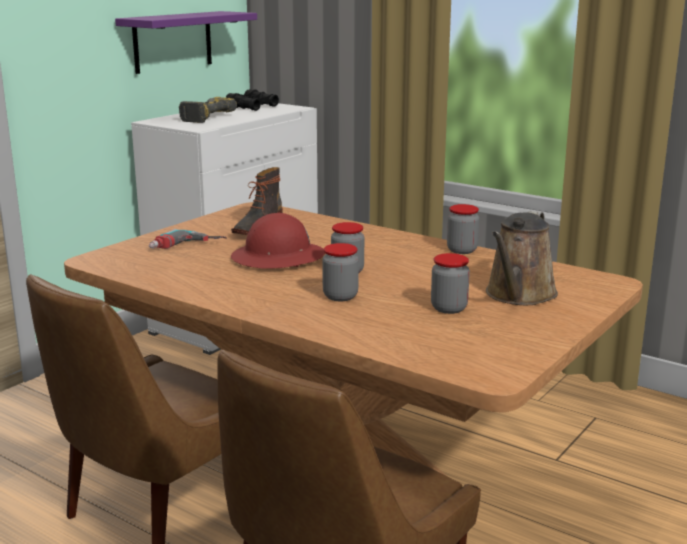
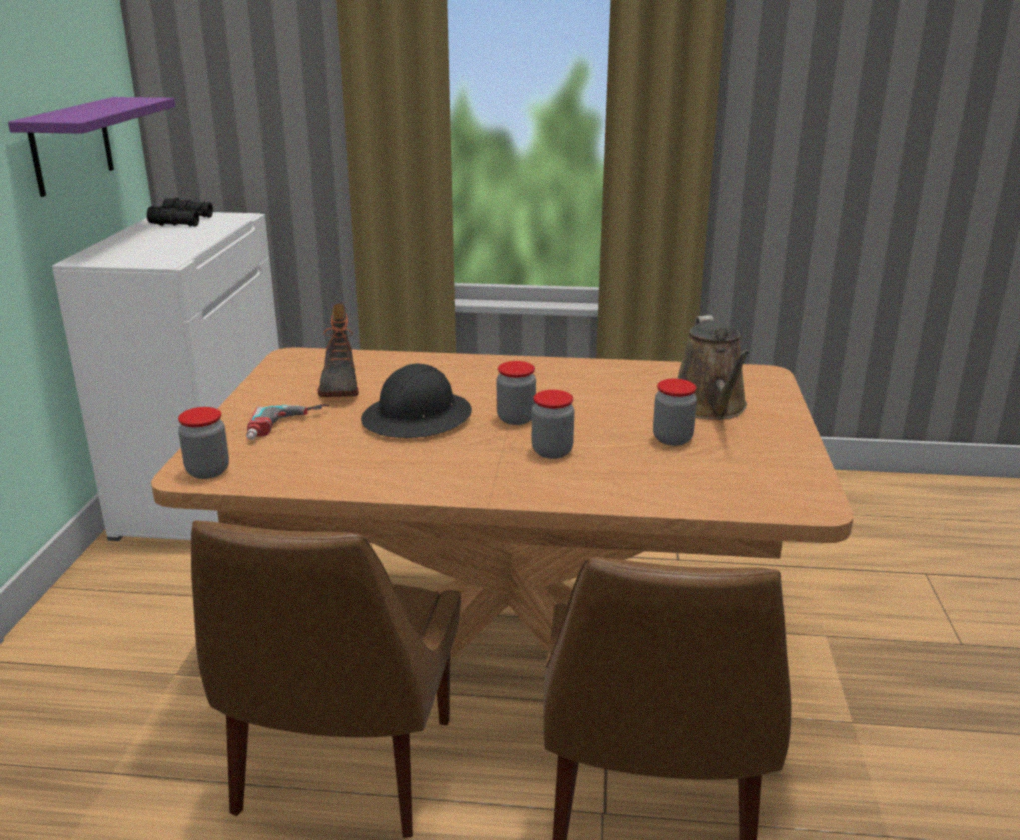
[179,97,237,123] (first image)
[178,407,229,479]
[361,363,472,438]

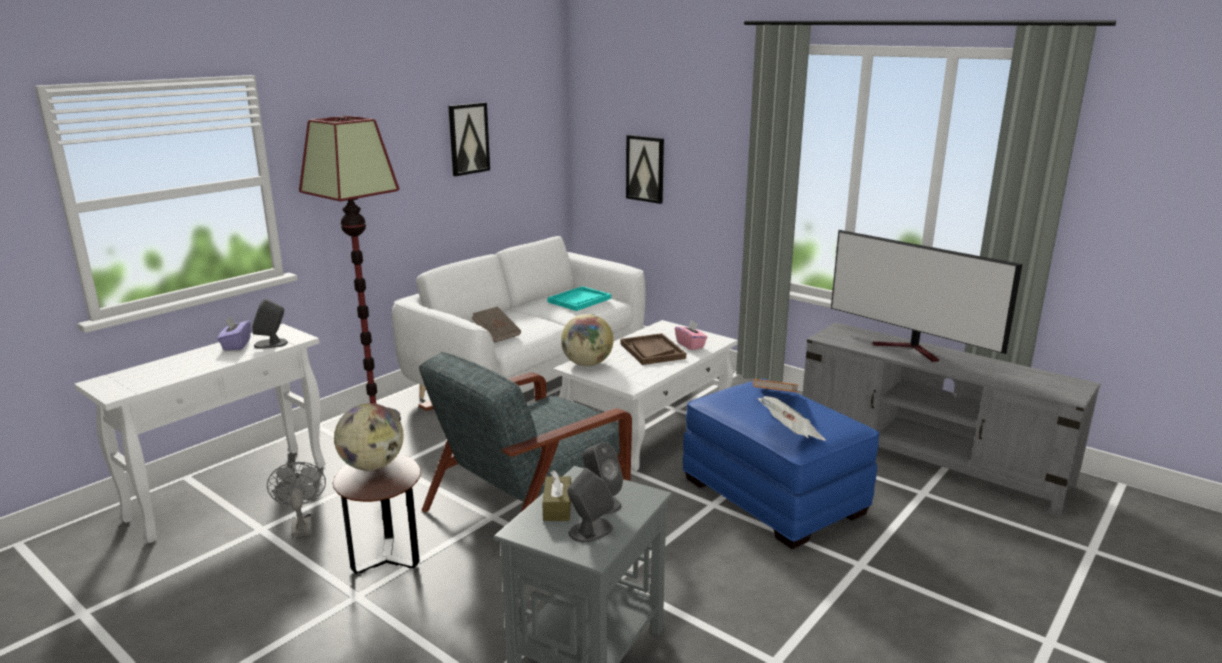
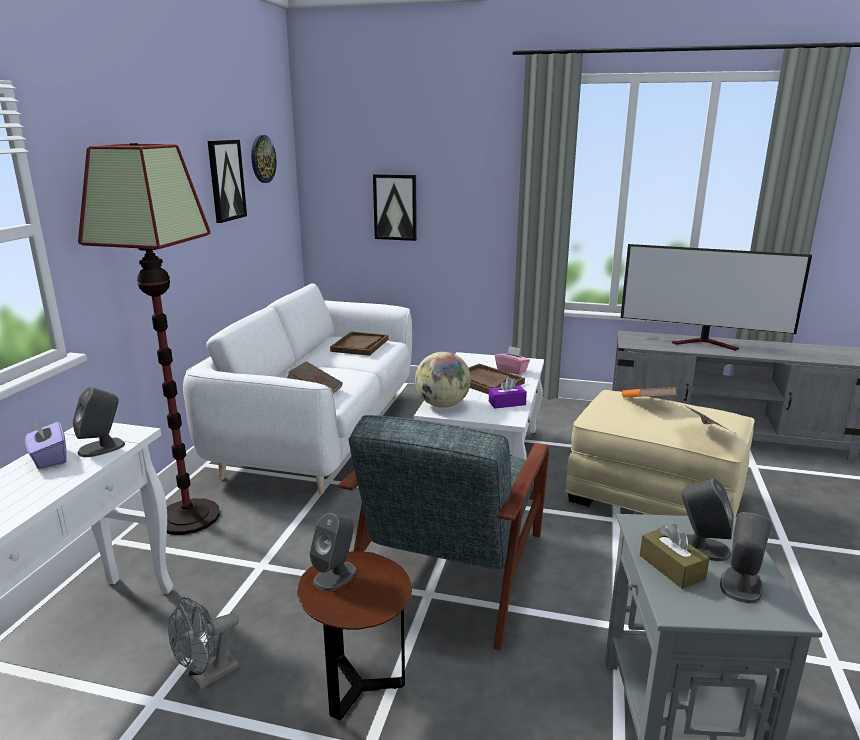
[330,331,388,356]
[566,390,755,517]
[310,513,357,591]
[168,597,239,690]
[251,135,276,183]
[489,377,527,408]

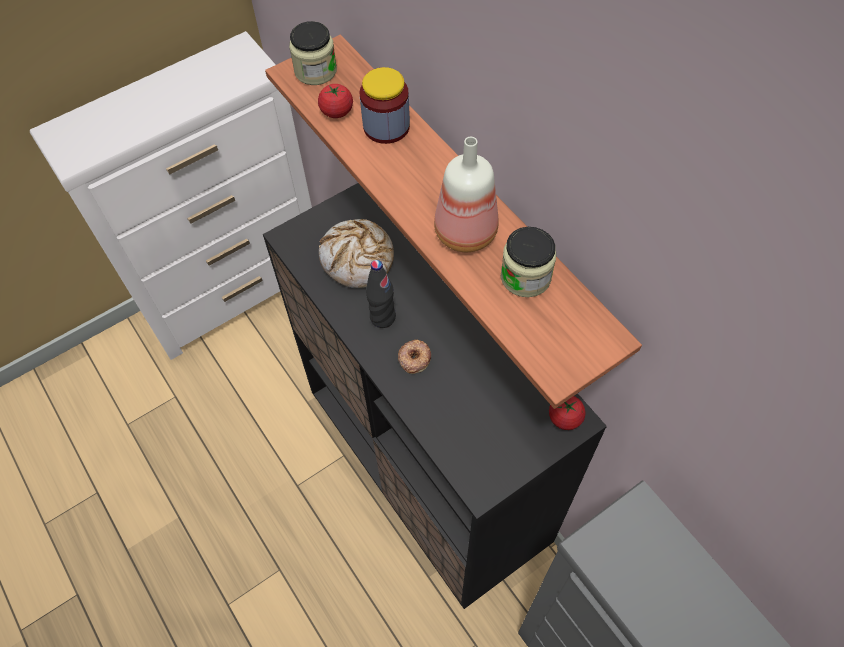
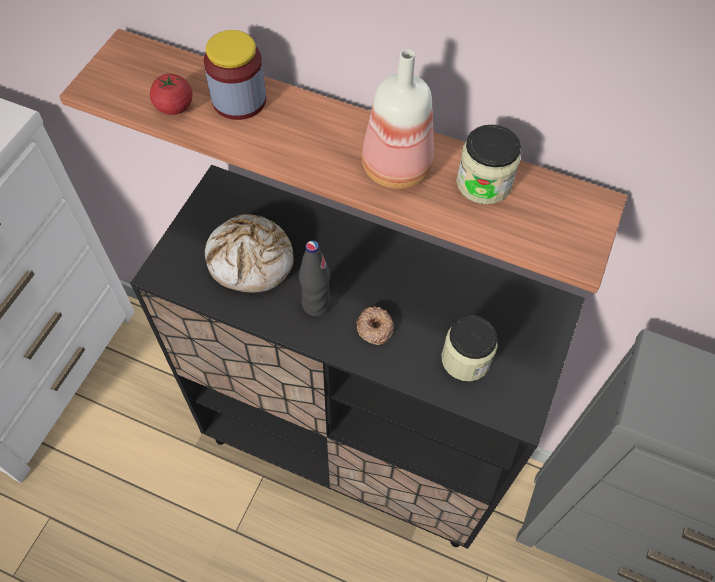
[442,315,498,381]
[549,396,586,430] (first image)

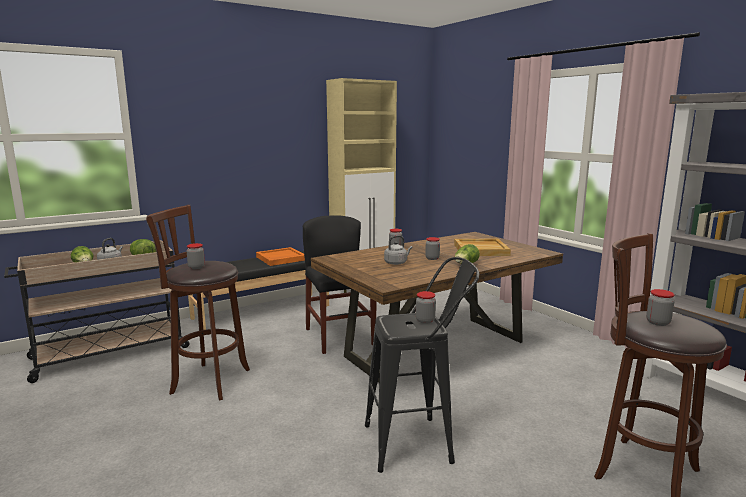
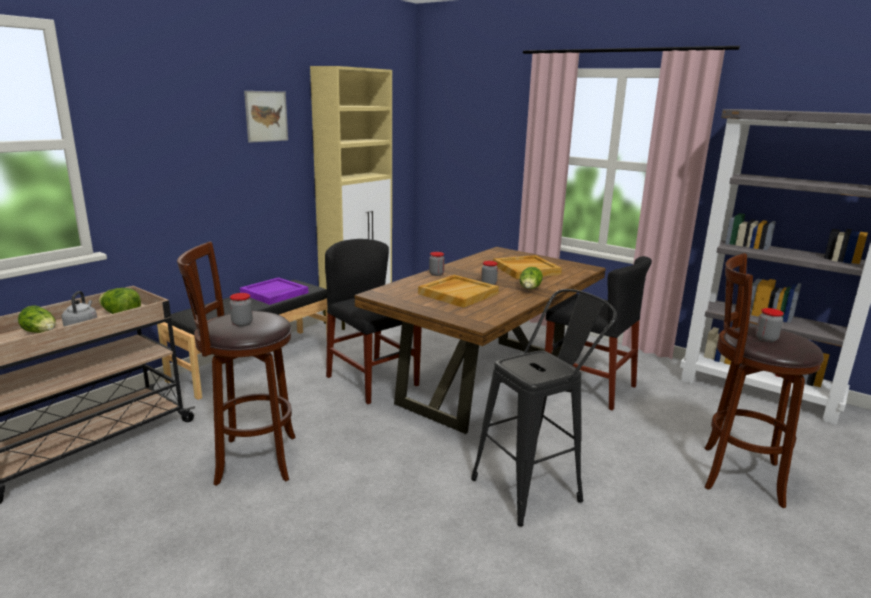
[418,275,499,308]
[240,277,308,305]
[416,291,436,324] (first image)
[244,91,288,143]
[545,256,652,411]

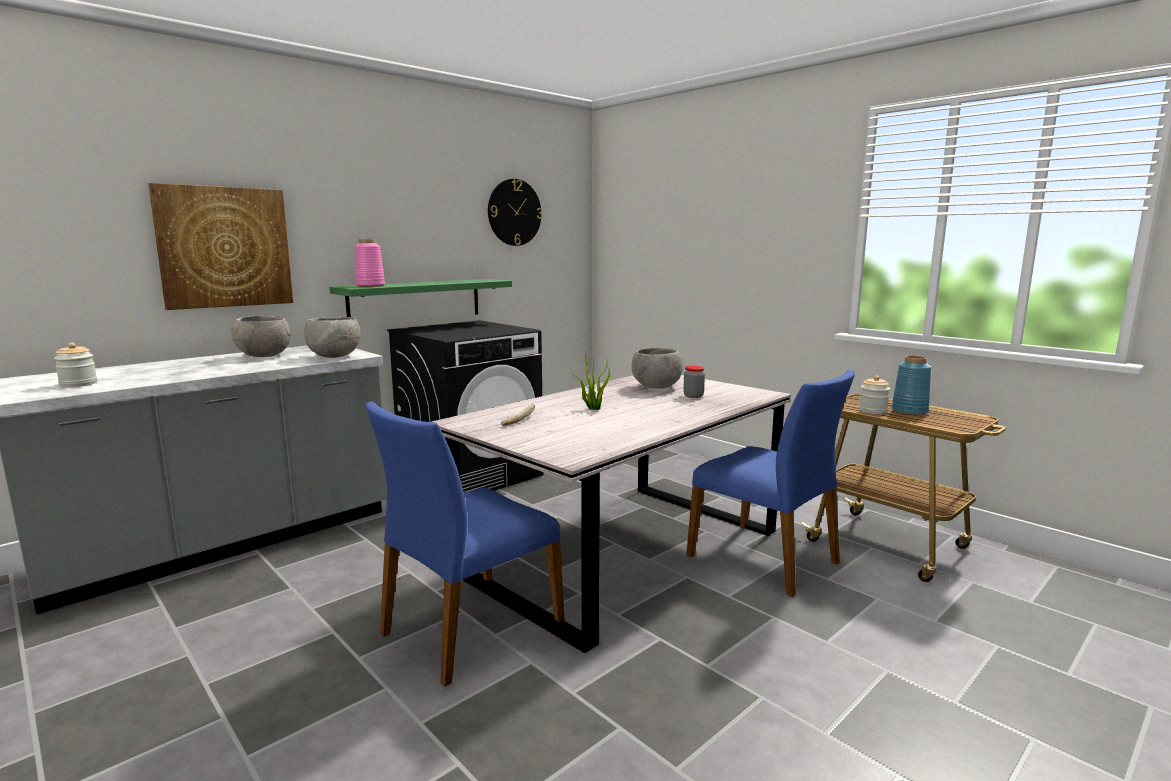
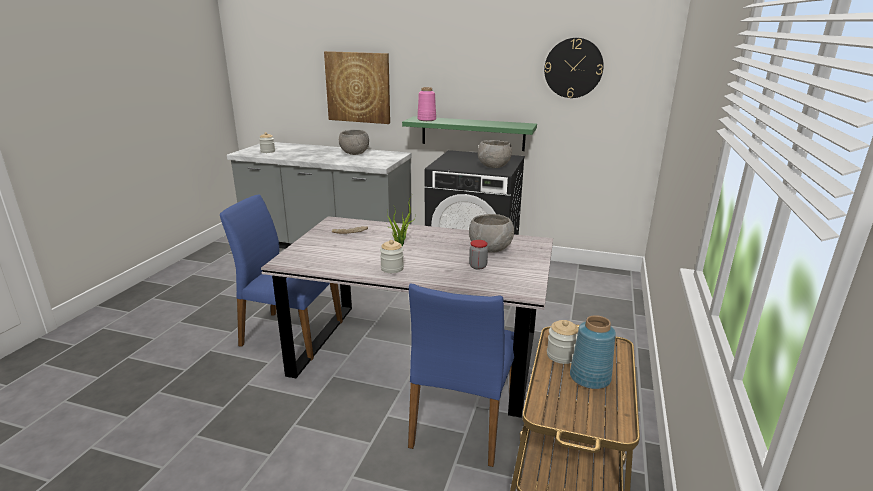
[478,140,512,168]
[380,240,404,273]

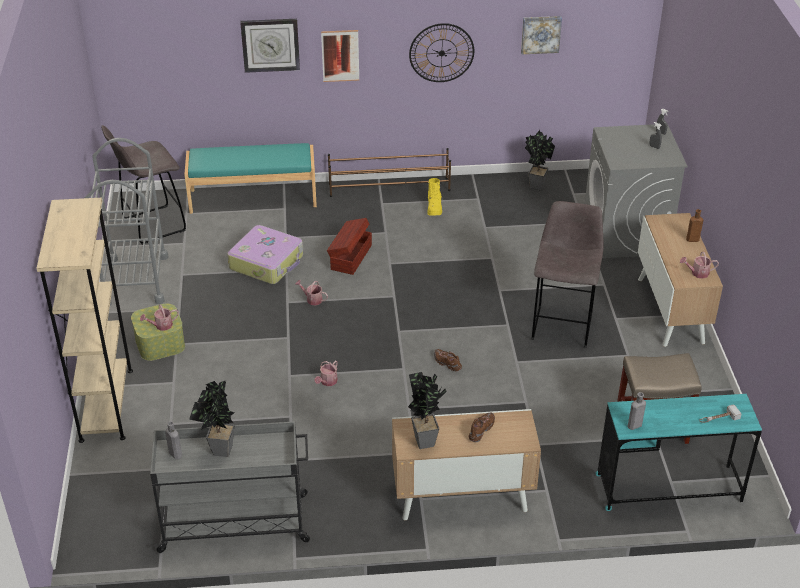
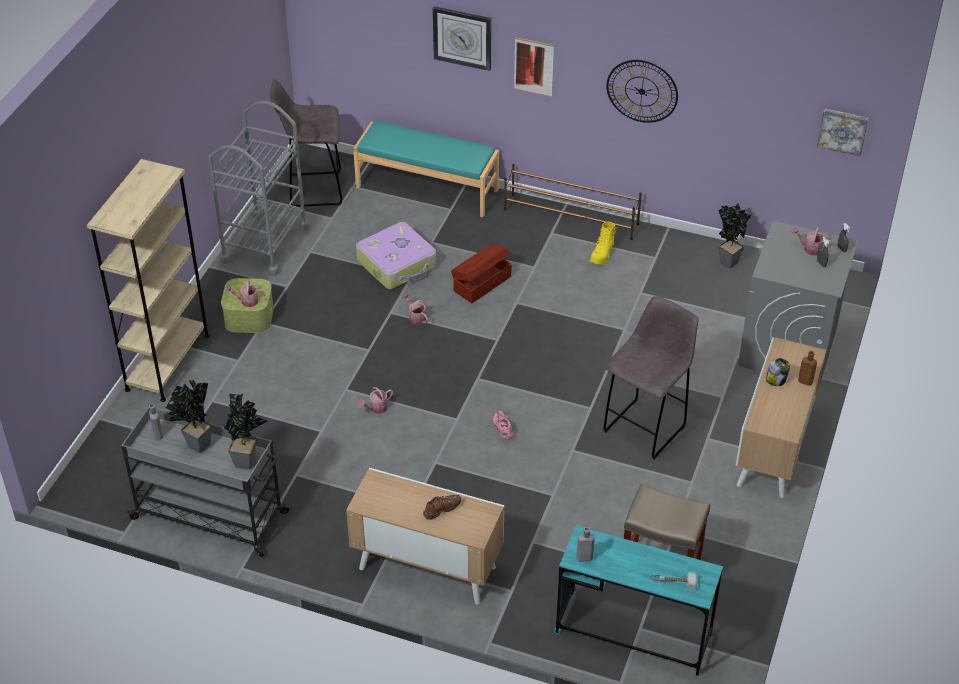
[817,108,869,156]
[792,228,833,255]
[493,410,513,440]
[223,394,268,469]
[766,358,790,386]

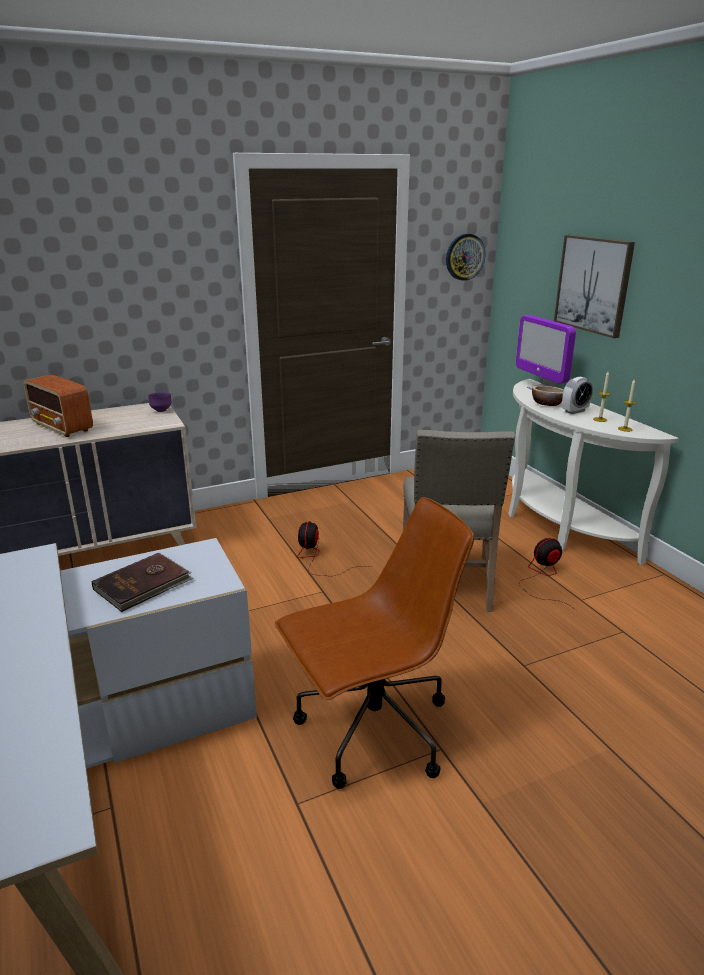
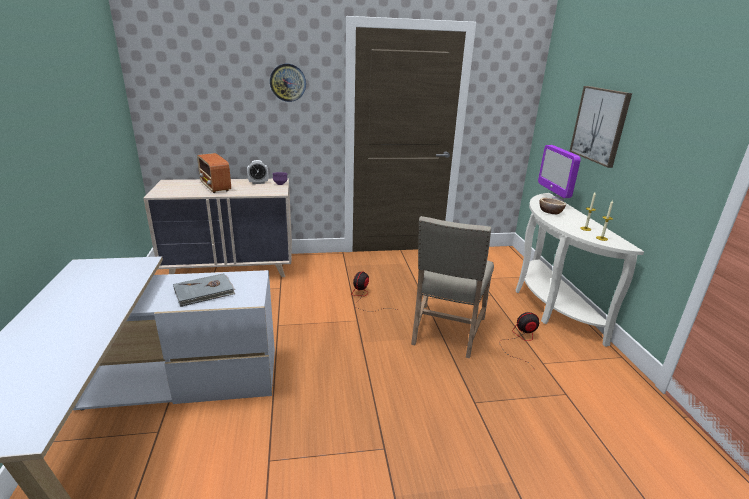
[270,64,306,102]
[247,160,269,184]
[275,497,474,789] (first image)
[173,273,235,307]

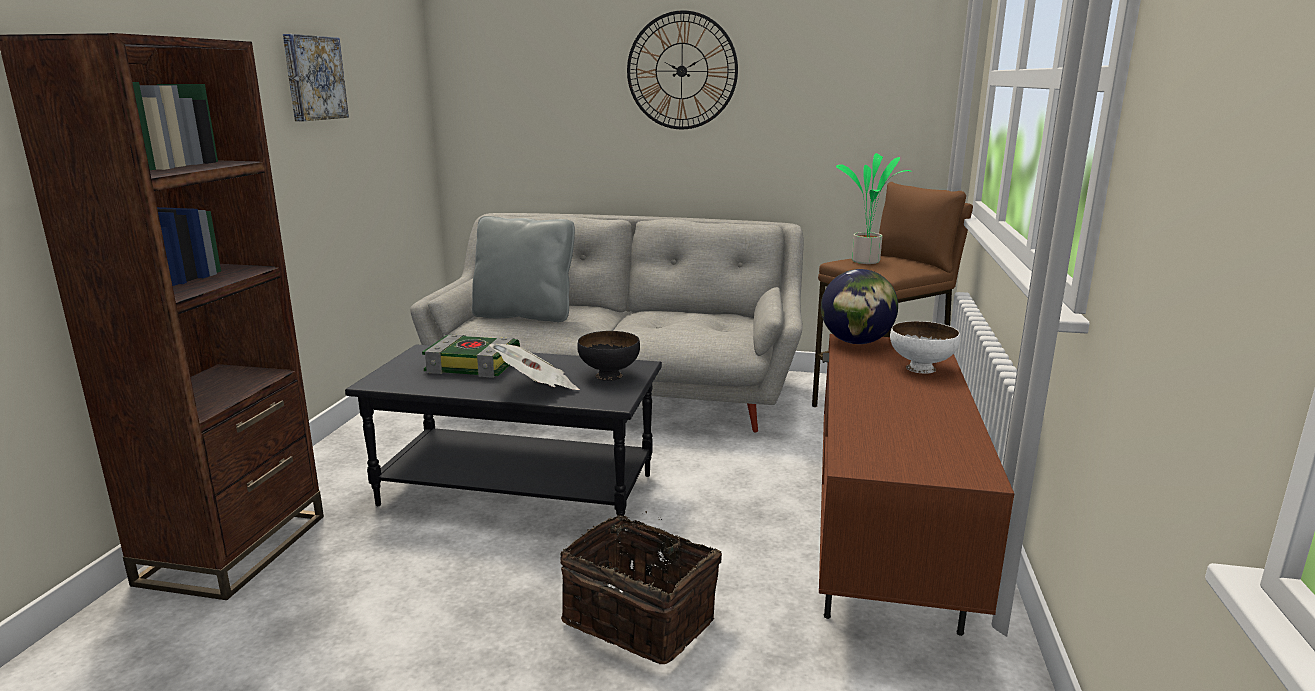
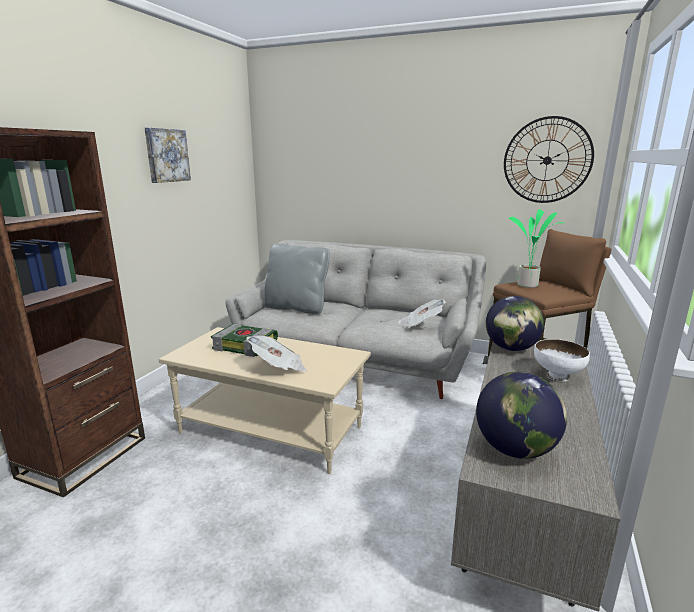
[504,116,594,203]
[577,331,640,381] (first image)
[451,342,621,612]
[159,327,371,474]
[560,511,722,664] (first image)
[398,299,446,328]
[476,372,567,459]

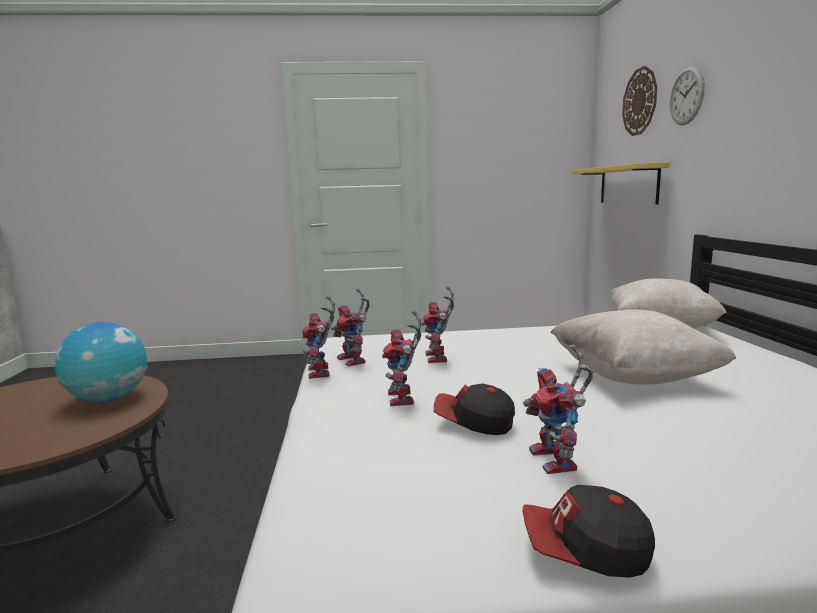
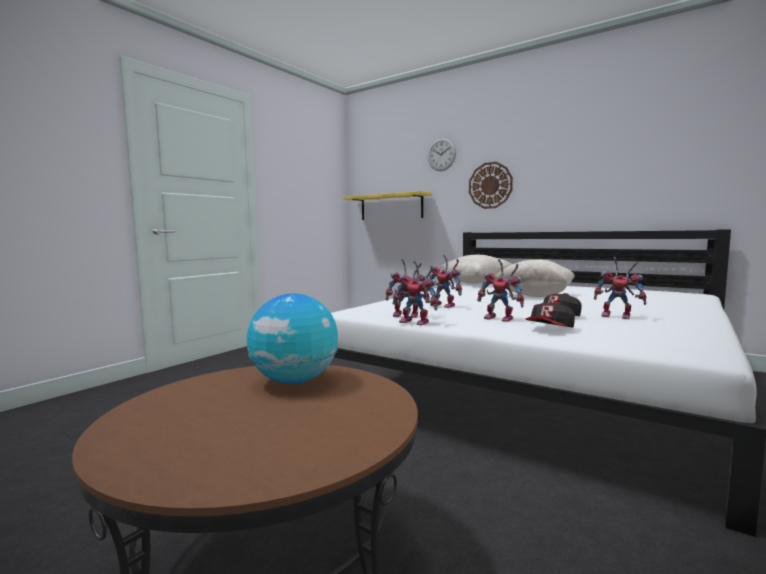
[469,162,513,209]
[526,302,575,328]

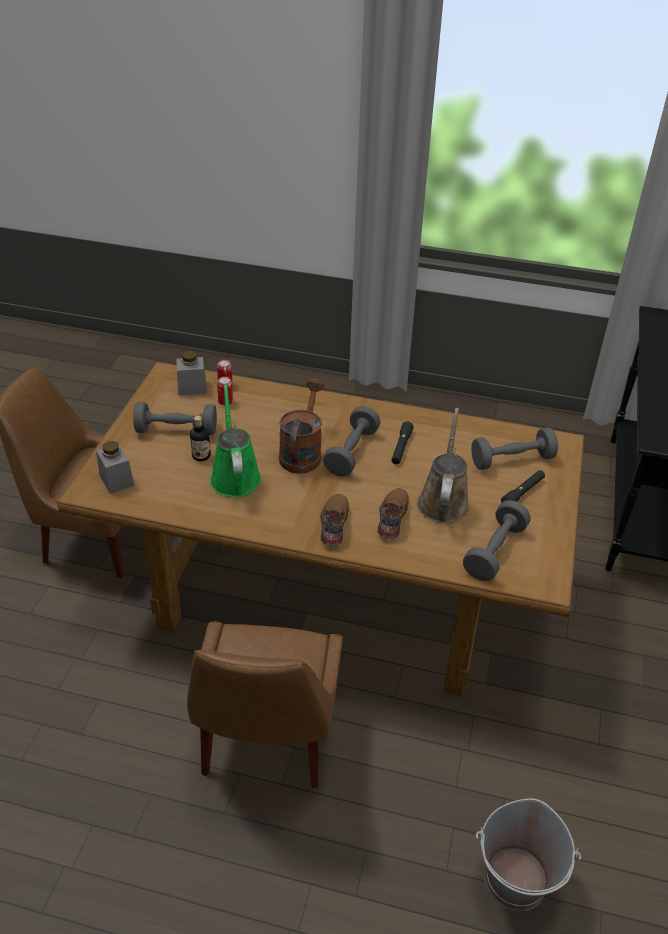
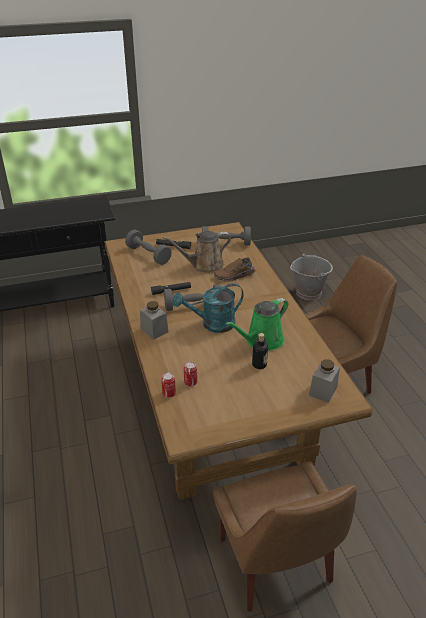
[140,301,168,340]
[173,283,244,333]
[133,402,217,435] (first image)
[320,494,349,547] (first image)

